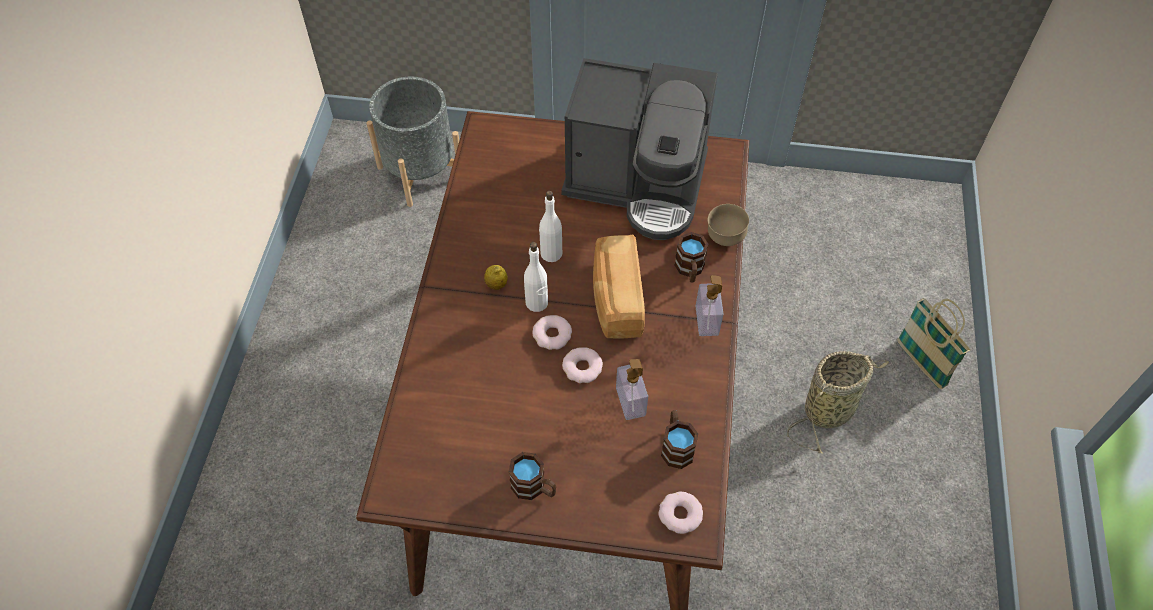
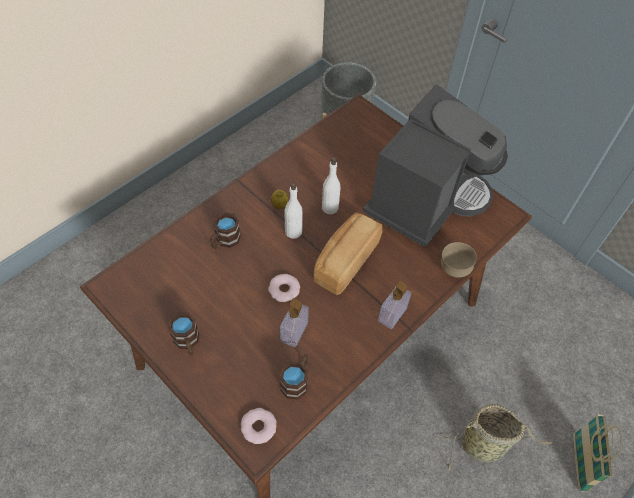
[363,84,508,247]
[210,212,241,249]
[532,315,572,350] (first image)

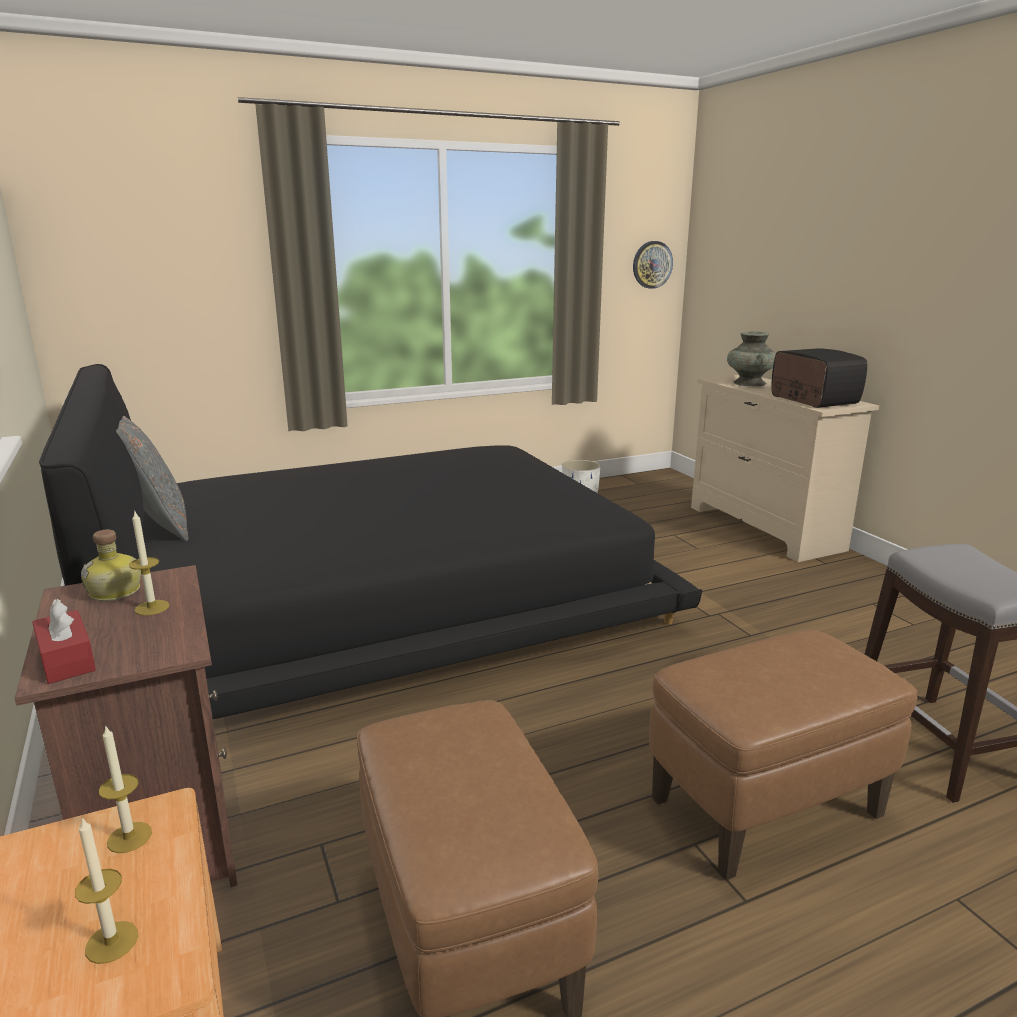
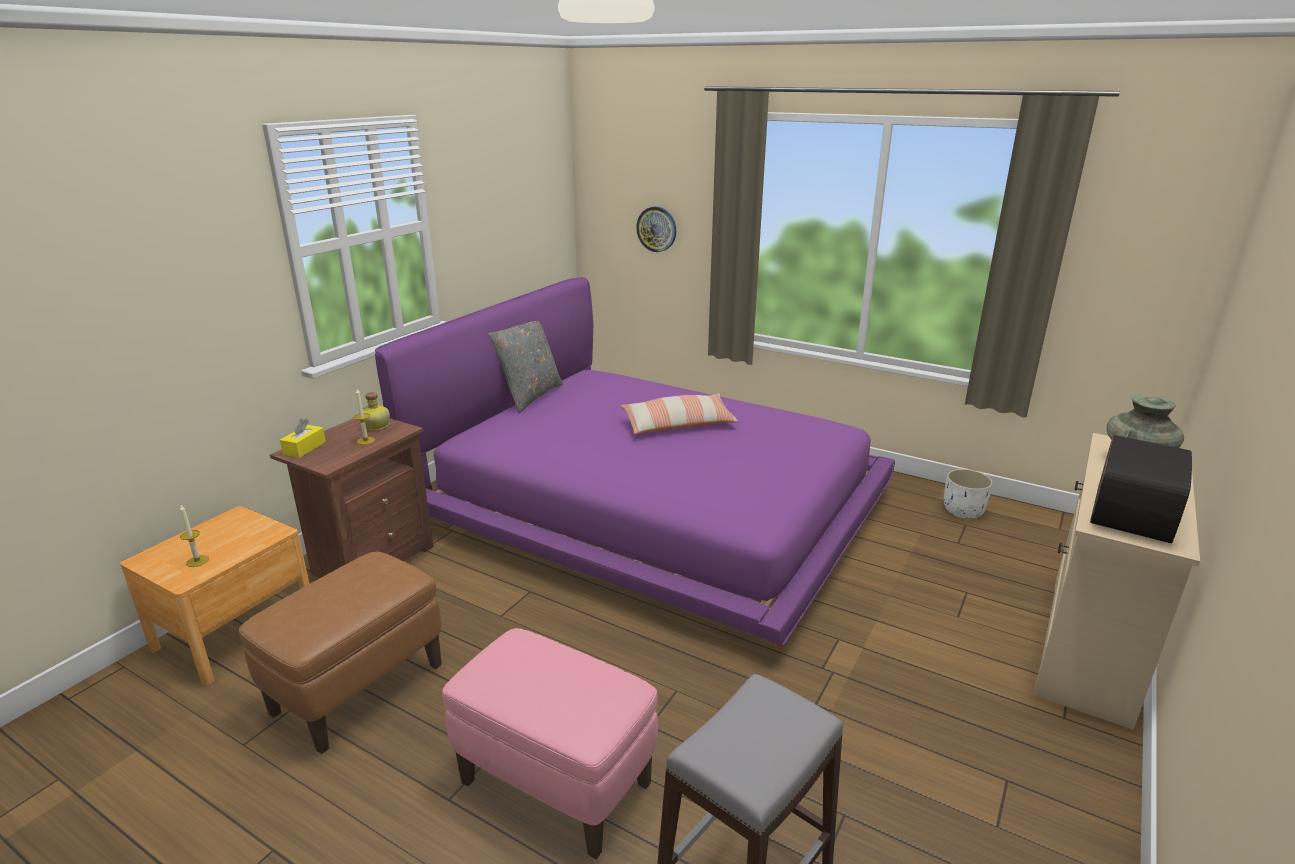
[636,207,676,252]
[375,277,895,651]
[280,418,326,458]
[442,628,658,859]
[99,725,152,853] (first image)
[620,394,738,434]

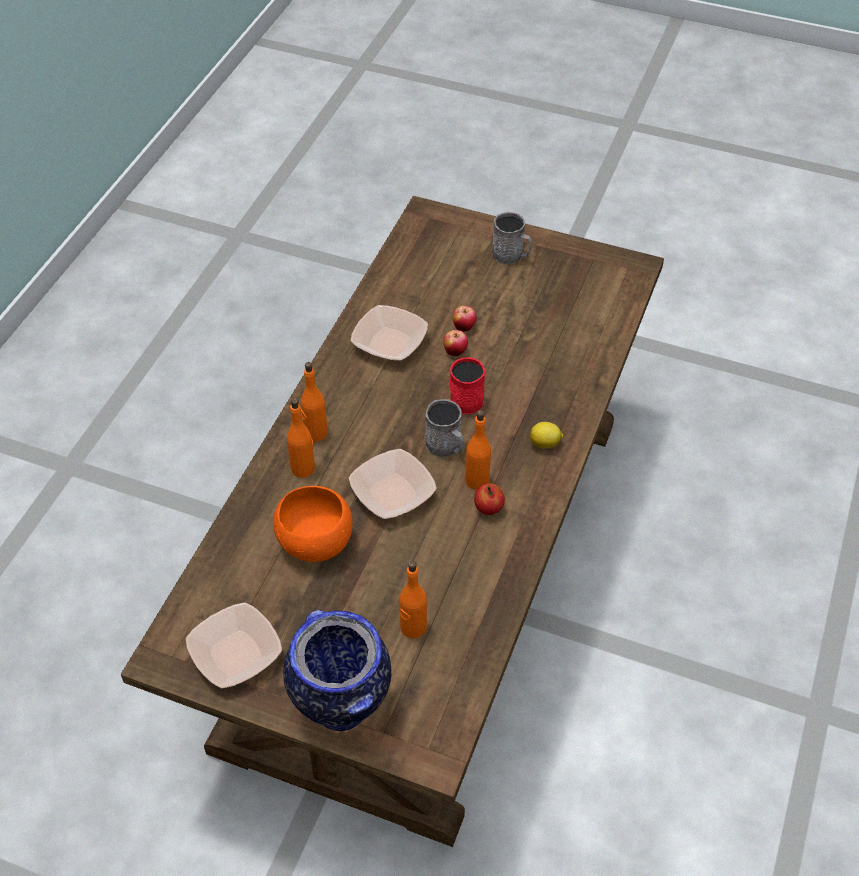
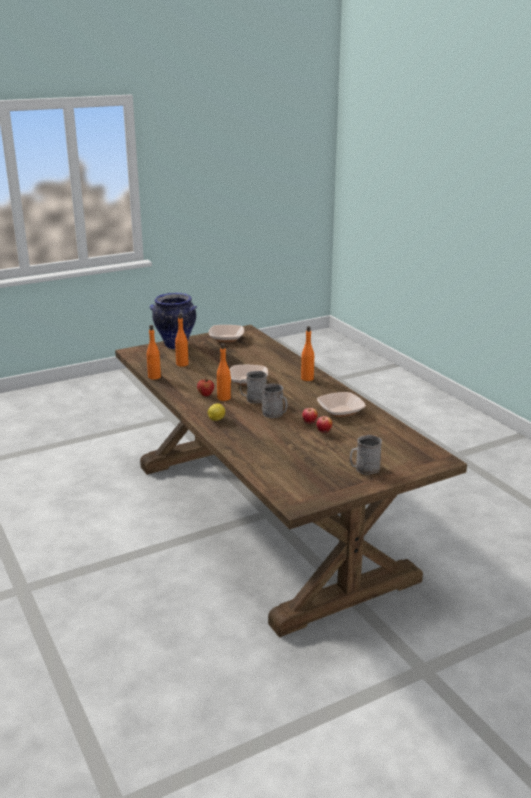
[262,383,288,418]
[147,325,161,380]
[273,486,353,562] (first image)

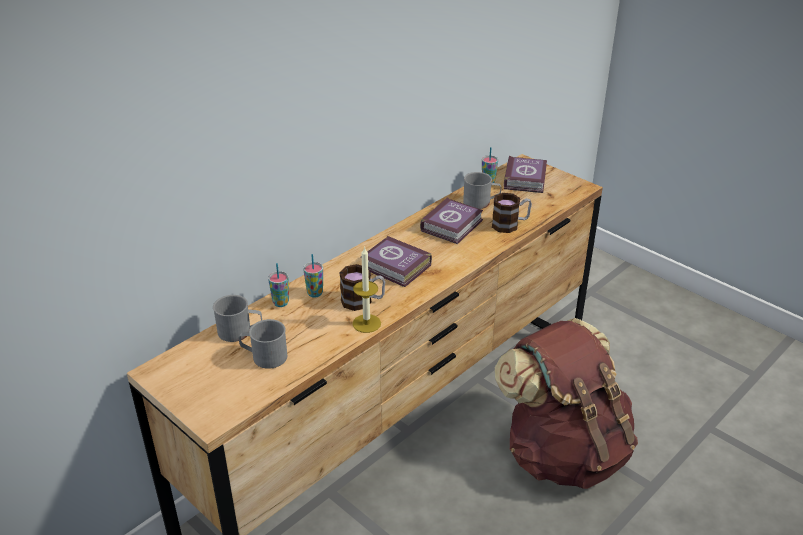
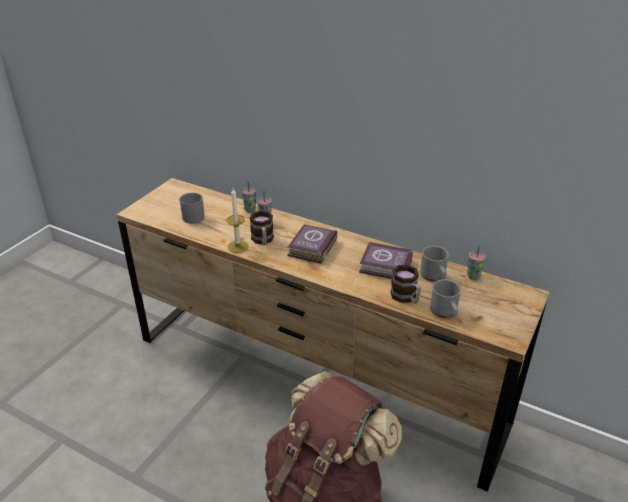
[504,155,547,193] (first image)
[430,279,461,318]

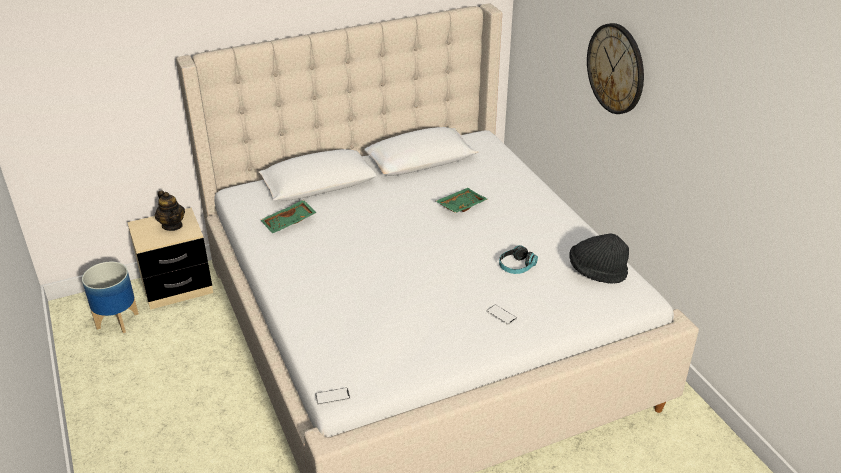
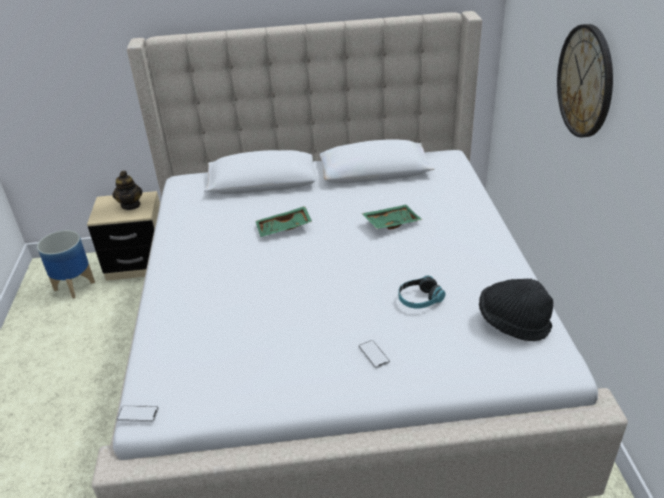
[255,206,312,237]

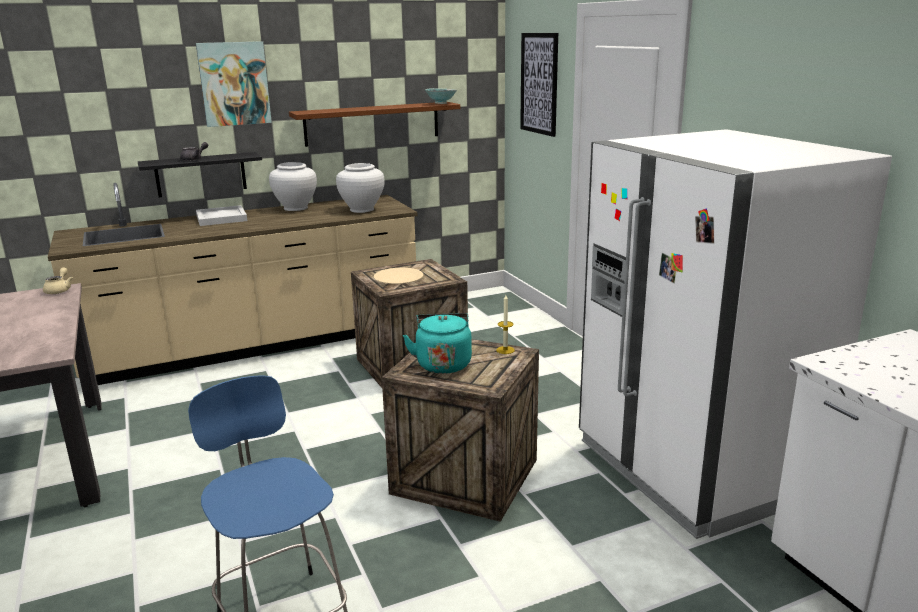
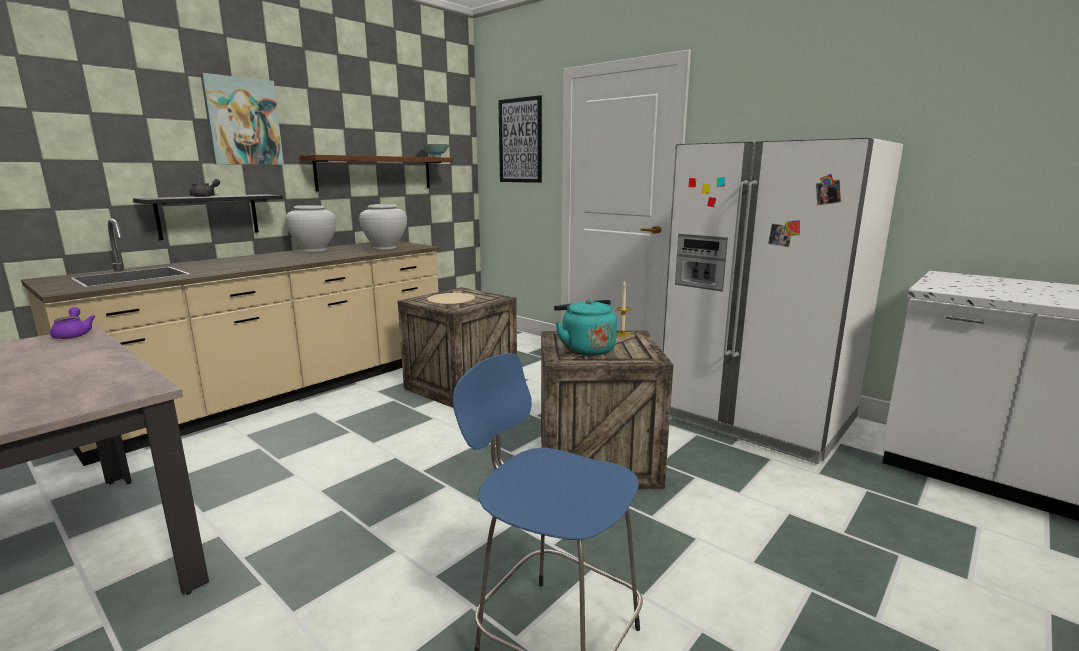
[196,205,247,226] (first image)
[50,307,96,339]

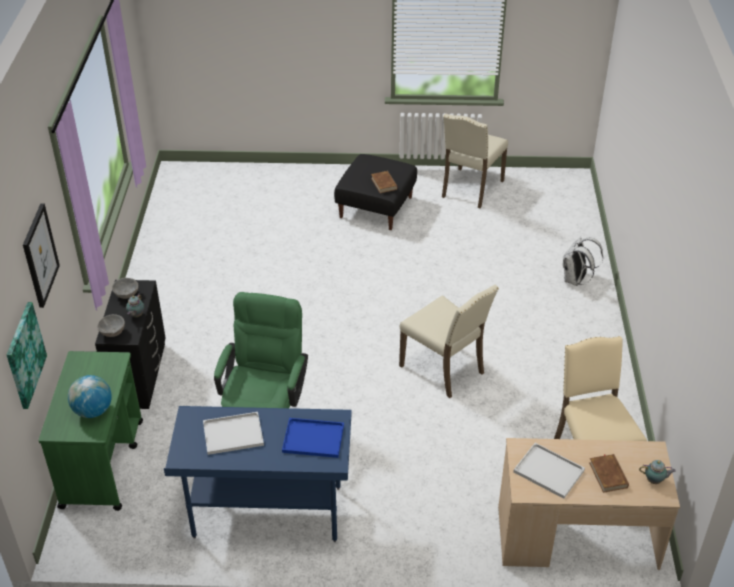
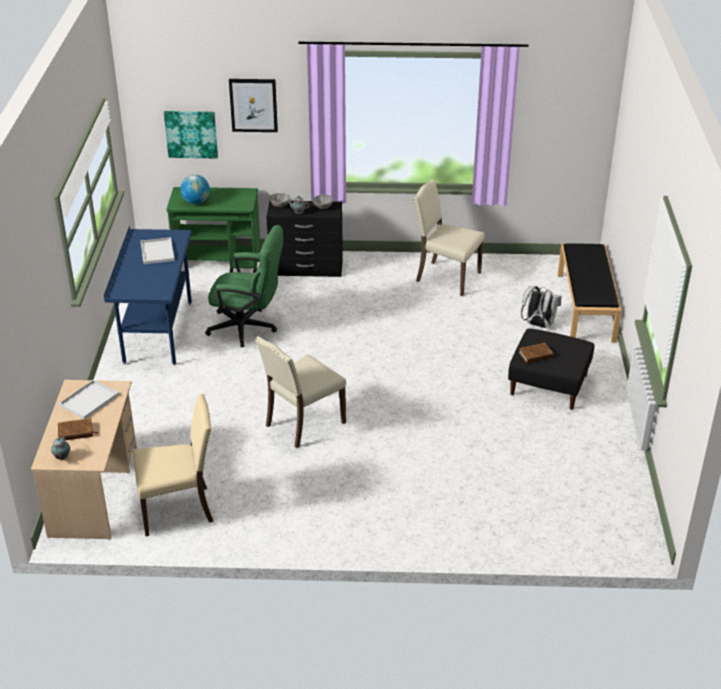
[413,179,485,296]
[521,286,561,328]
[282,418,344,458] (first image)
[558,243,622,343]

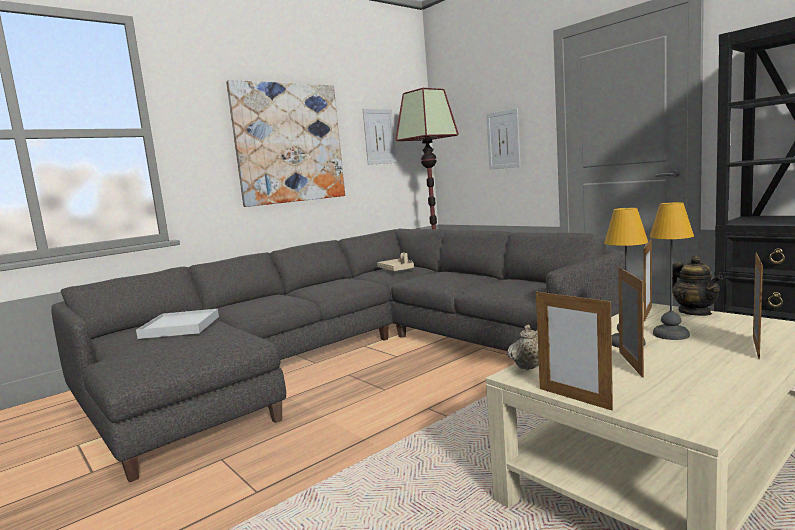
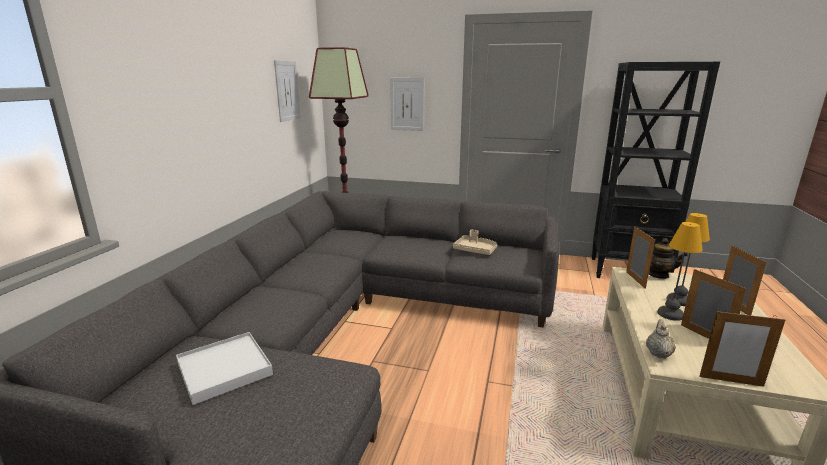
[226,80,345,207] (first image)
[453,229,497,255]

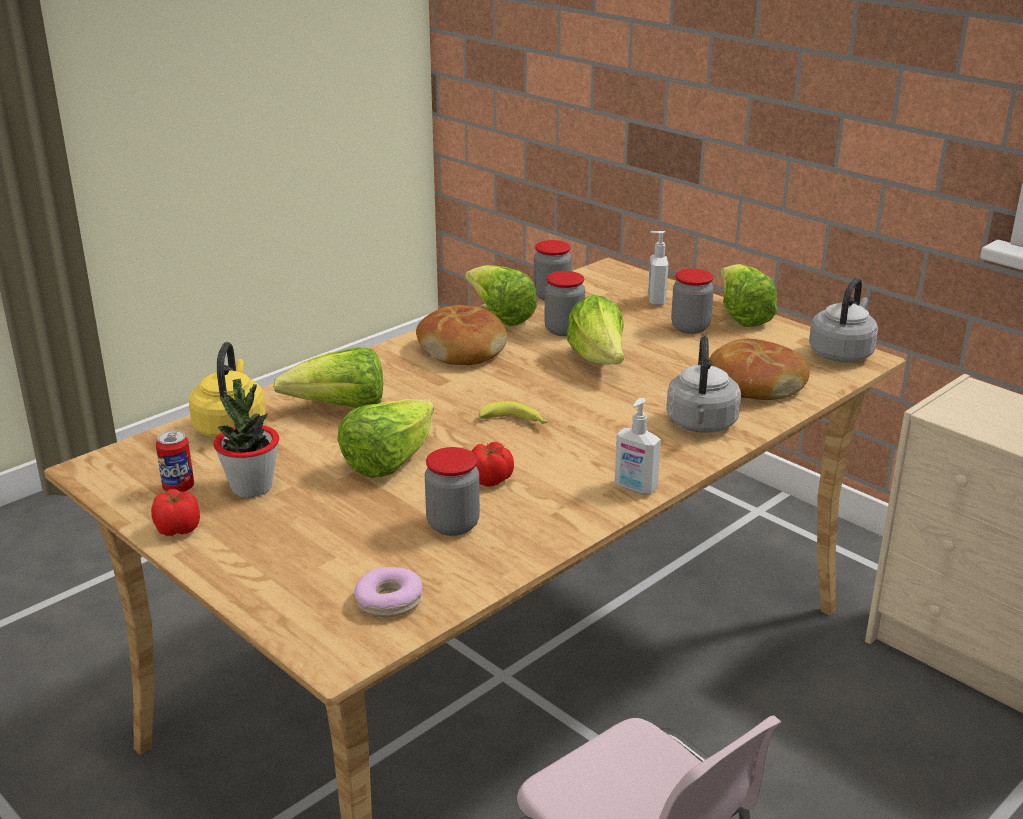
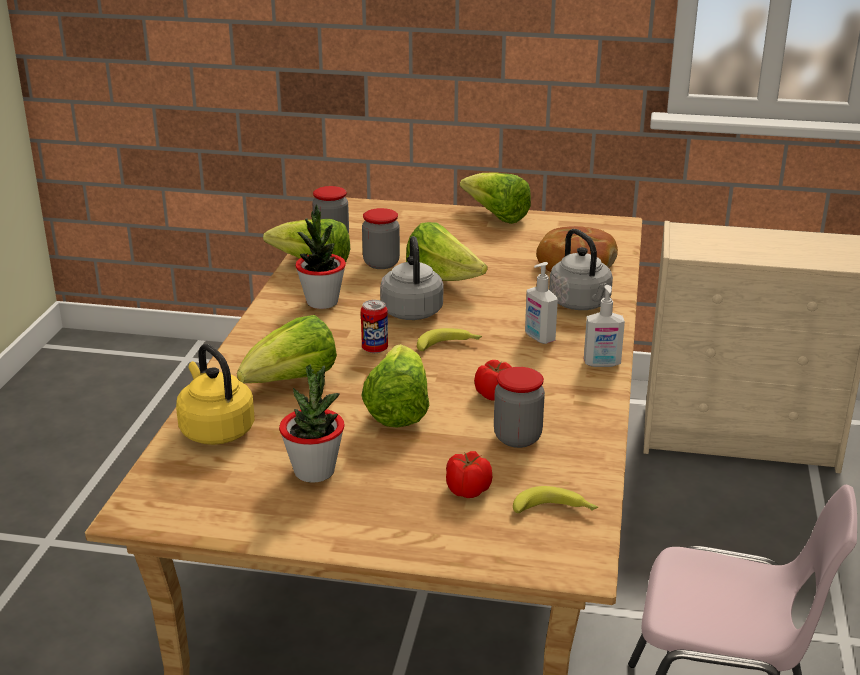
[525,262,558,344]
[671,269,714,334] (first image)
[380,236,443,320]
[295,204,346,309]
[361,300,388,353]
[446,451,492,498]
[513,486,598,513]

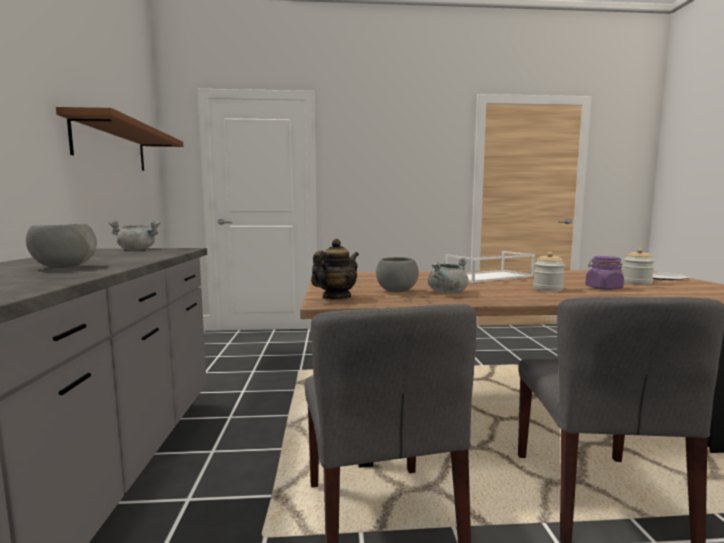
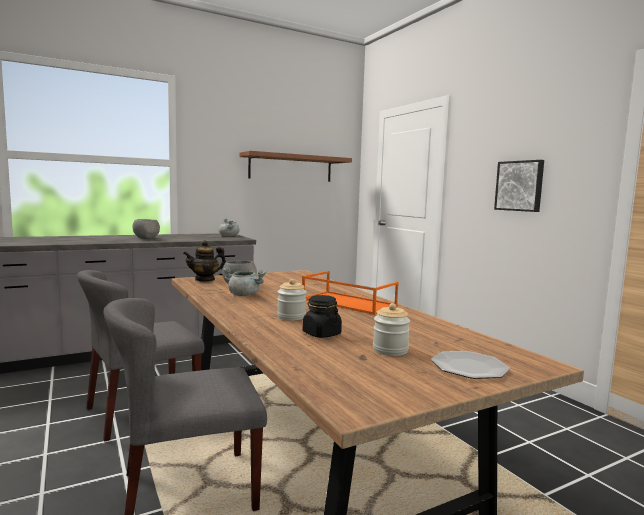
[183,240,226,282]
[302,271,399,315]
[303,295,342,338]
[494,160,544,212]

